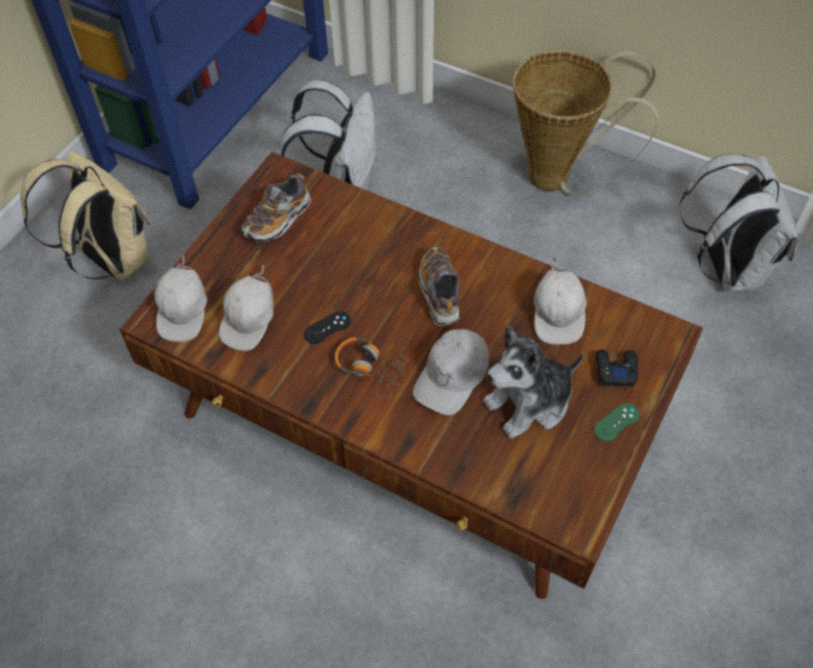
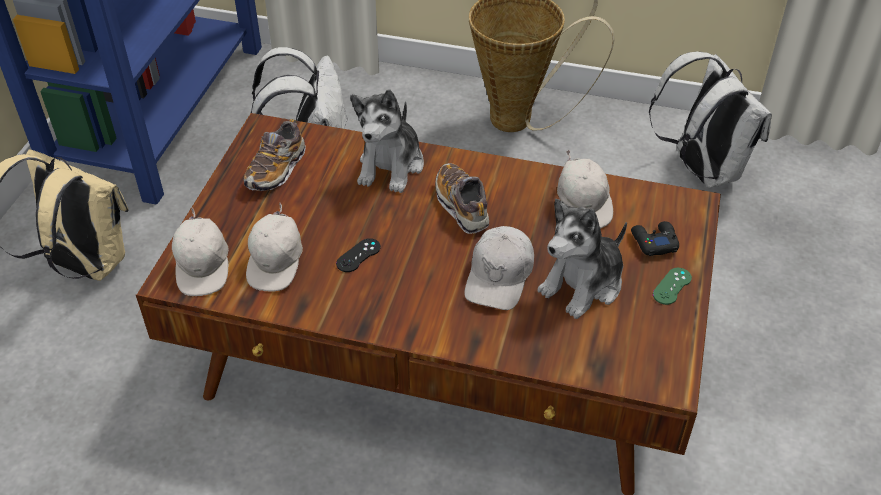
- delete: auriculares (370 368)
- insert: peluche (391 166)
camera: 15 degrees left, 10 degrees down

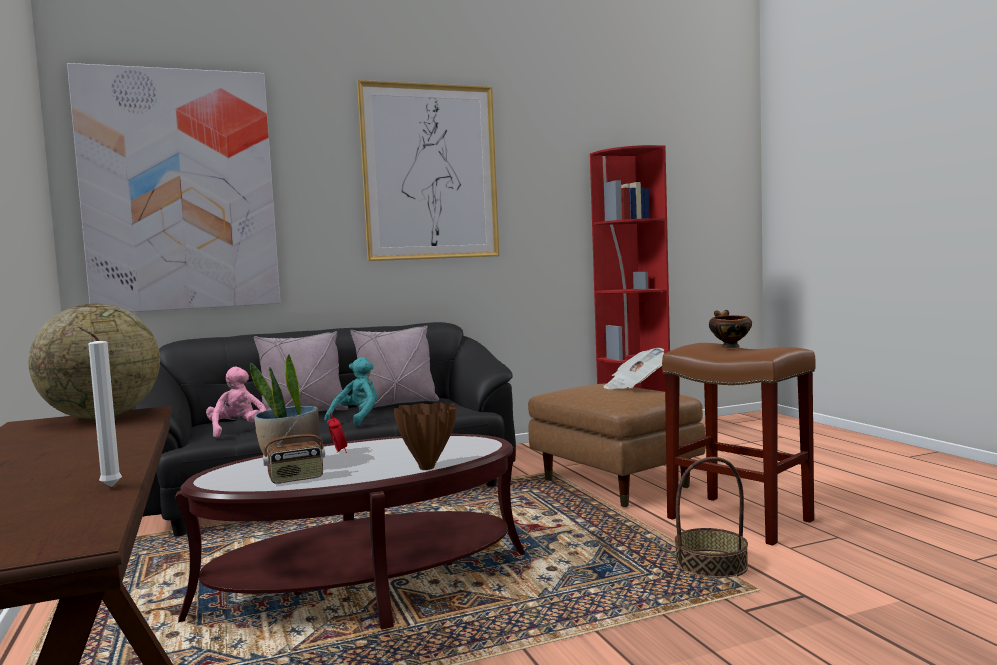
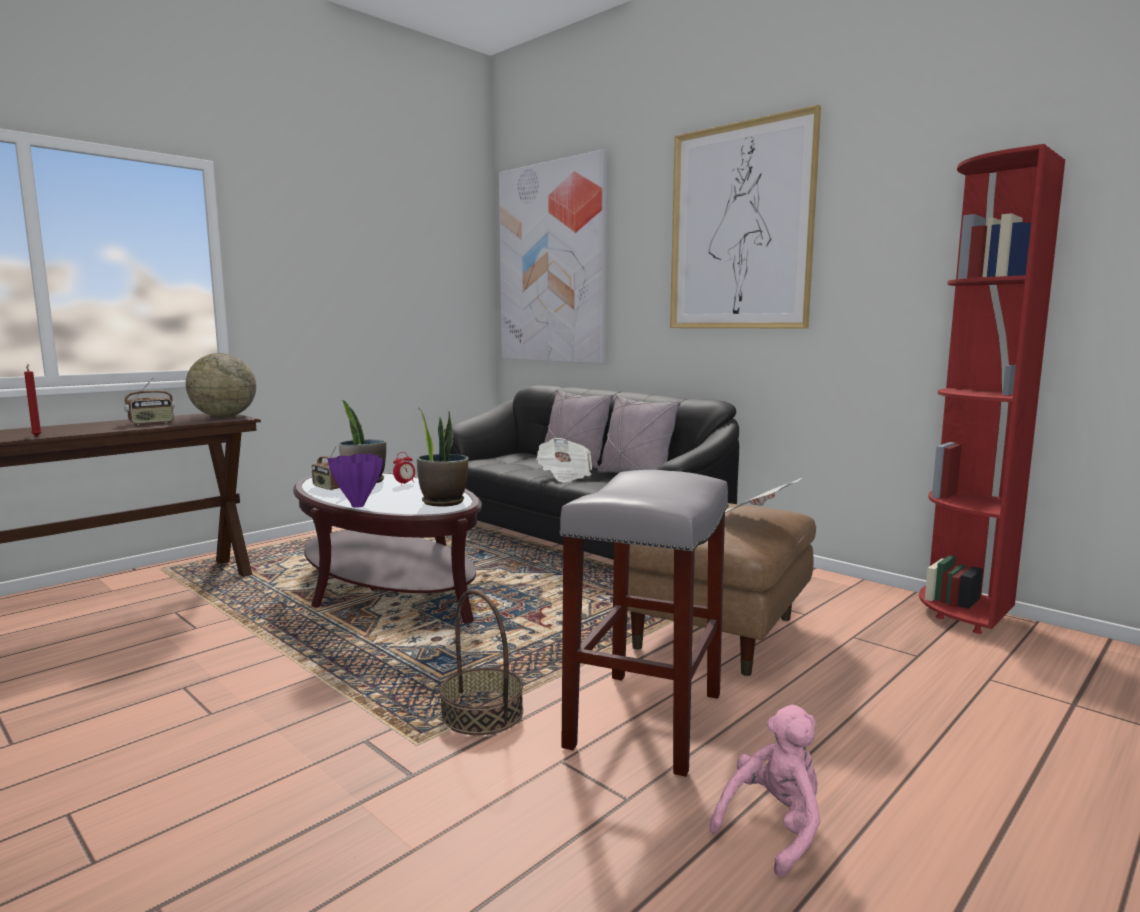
- delete: cuenco (729 346)
- insert: radio (151 423)
- insert: planta en maceta (443 502)
- move: peluche/rosa (238 431) to (774 828)
- replace: peluche/turquesa (357 419) to periódico (564 476)
- recolor: vela/blanco (107 487) to vela/rojo (37 436)
- recolor: florero/marrón (427 468) to florero/morado (357 506)
- recolor: taburete/marrón (737 519) to taburete/gris (645 718)
camera: 65 degrees right, 5 degrees up

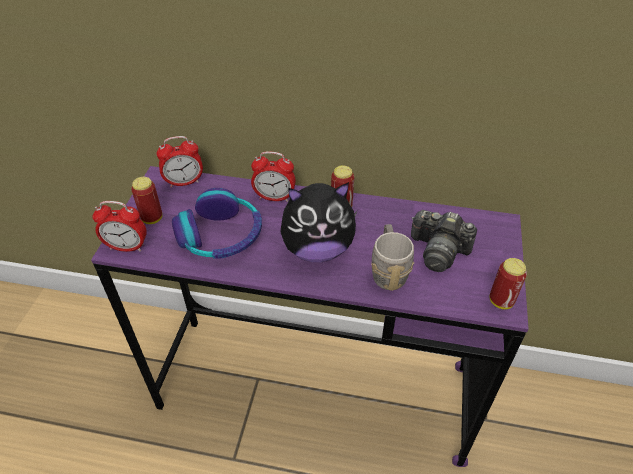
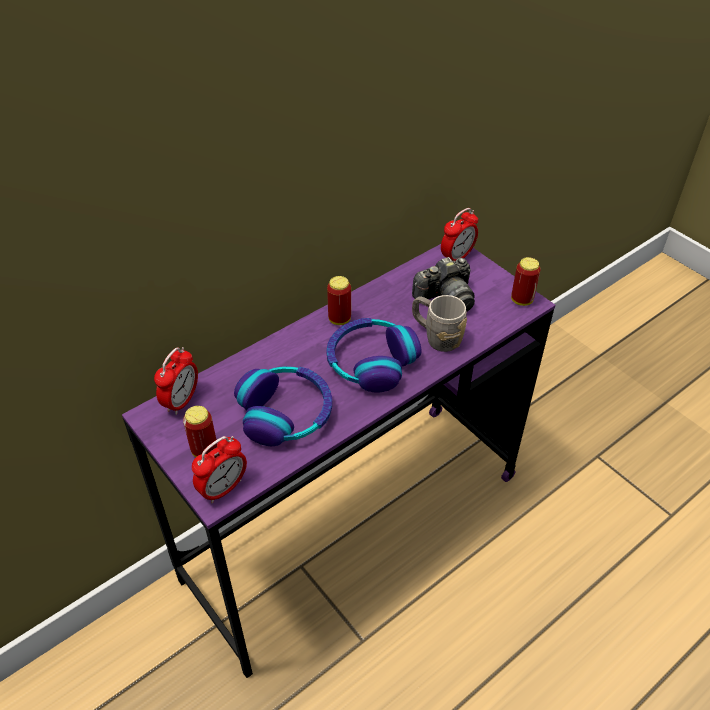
- move: despertador (274 197) to (457 257)
- replace: peluche (317 249) to auriculares (371 362)
camera: 50 degrees left, 0 degrees up

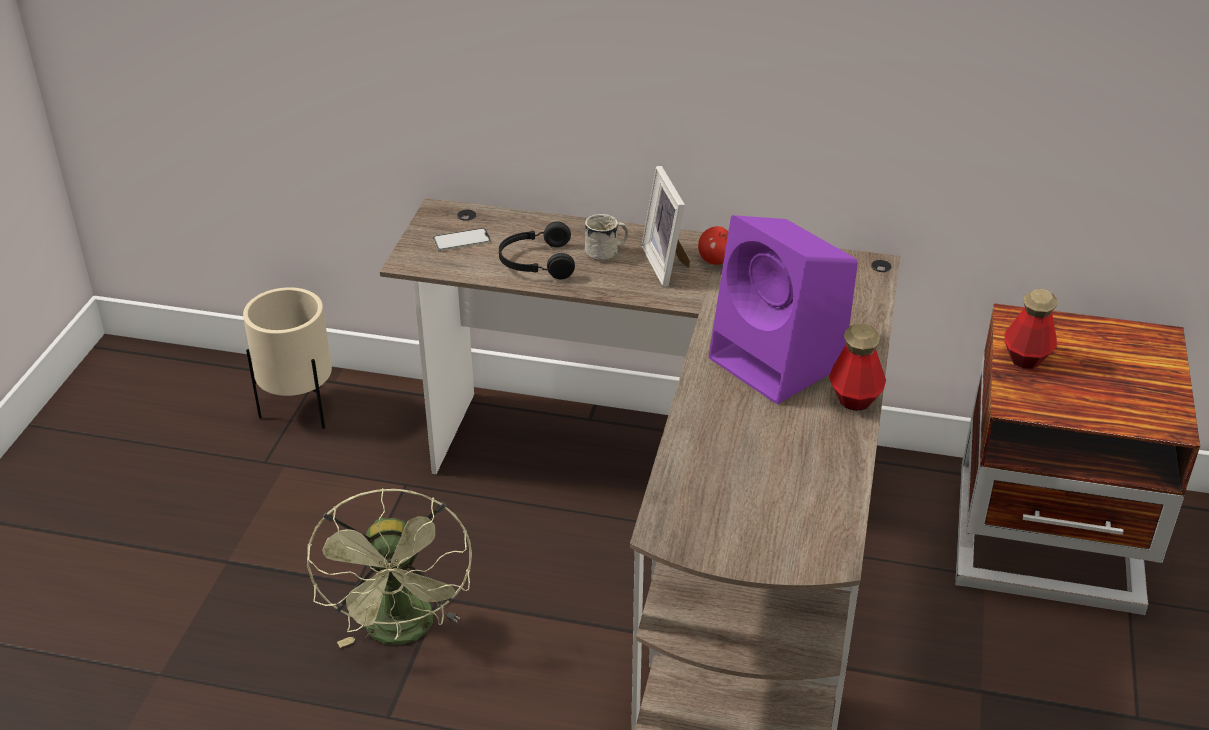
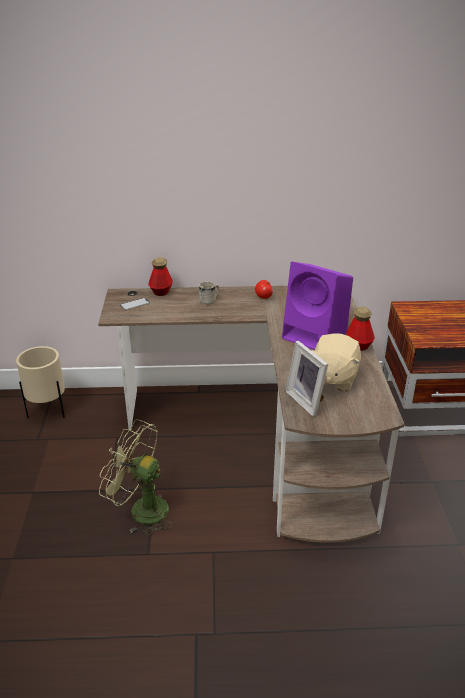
- delete: auriculares/negro (536 262)
- insert: peluche/beis (332 378)
- move: portarretratos (668 264) to (307 401)
- move: botella (1026 357) to (161 292)
- rotate: ventilador/verde (403 632) = (141 509) 135 degrees clockwise
camera: 15 degrees left, 5 degrees down

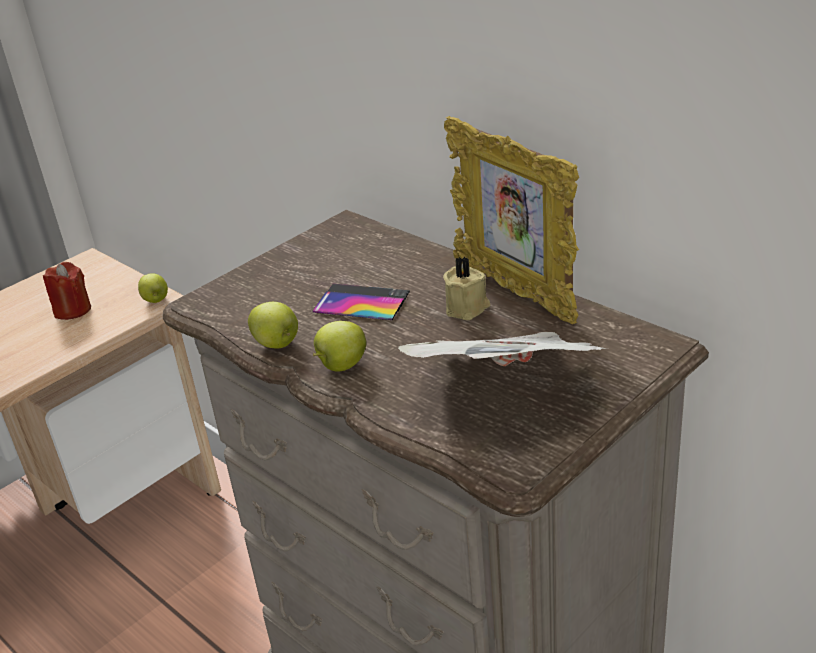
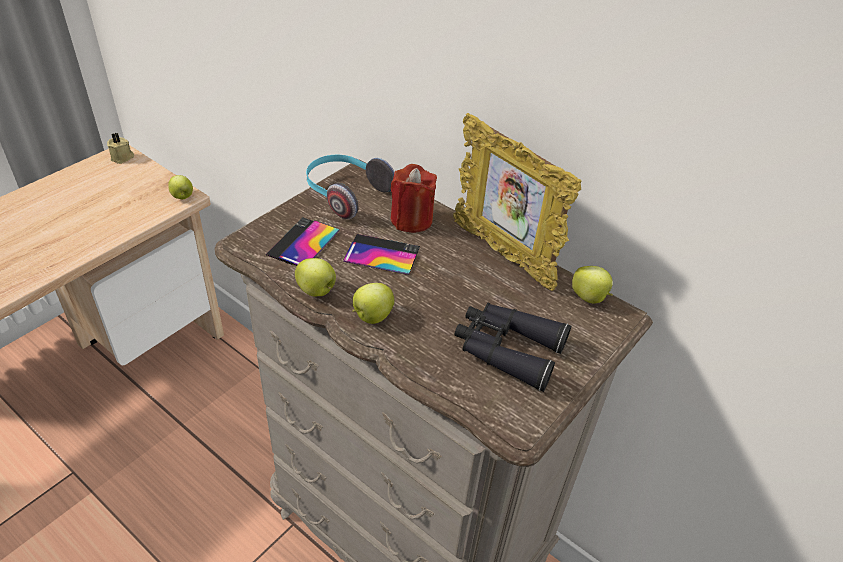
- insert: móvil (303 243)
- insert: auriculares (345 194)
- insert: manzana (589 298)
- move: vela/rojo (72 310) to (411 220)
- move: vela/beis (468 308) to (122 157)
- replace: periódico (508 390) to prismáticos/negro (507 350)
camera: 10 degrees left, 10 degrees up

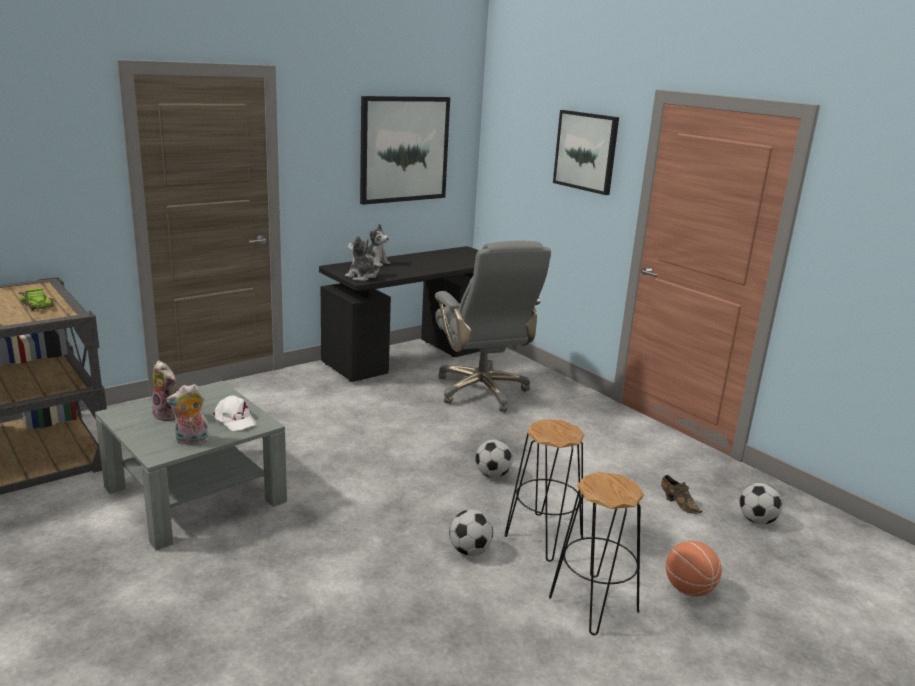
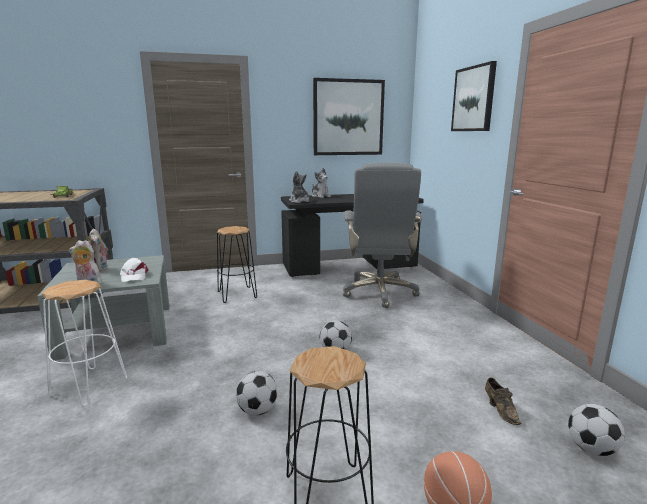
- insert: taburete/blanco (89 386)
- move: taburete/negro (544 537) to (237 295)
camera: 25 degrees right, 5 degrees down

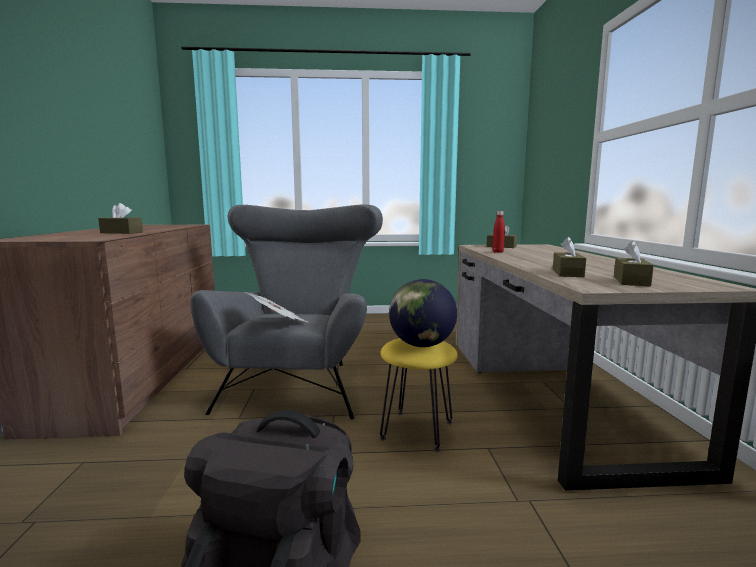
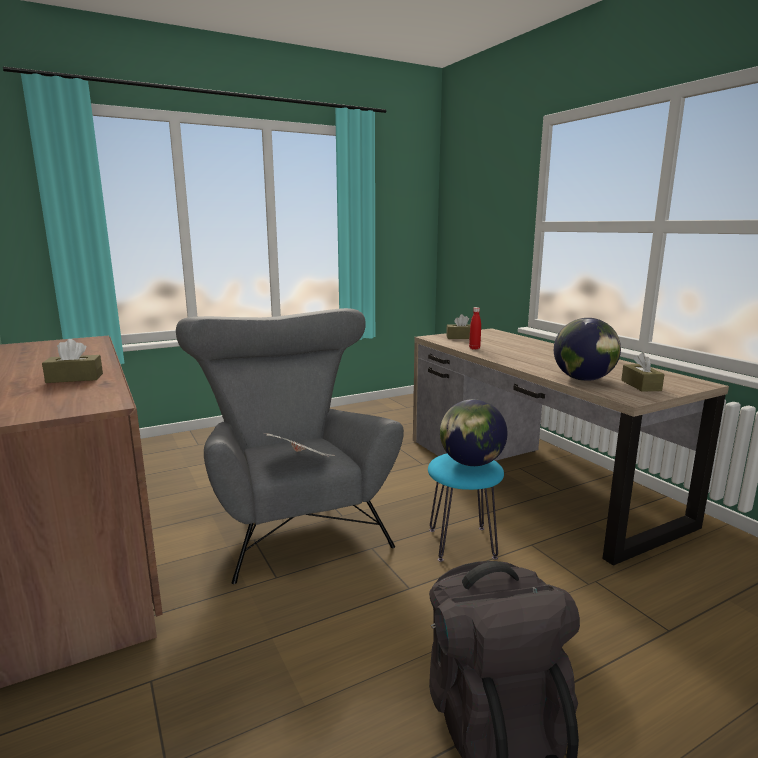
- replace: caja de pañuelos/marrón (567 273) to globo terráqueo (583 379)
- recolor: taburete/amarillo (417 430) to taburete/turquesa (461 543)
camera: 25 degrees left, 5 degrees up

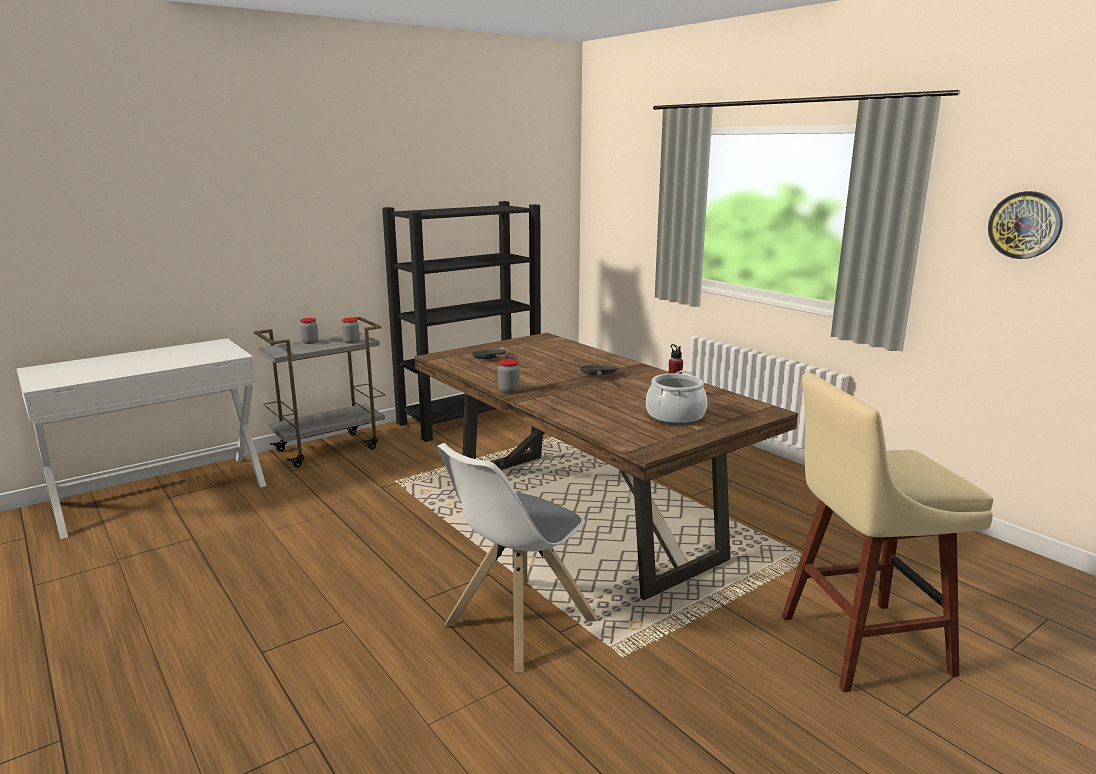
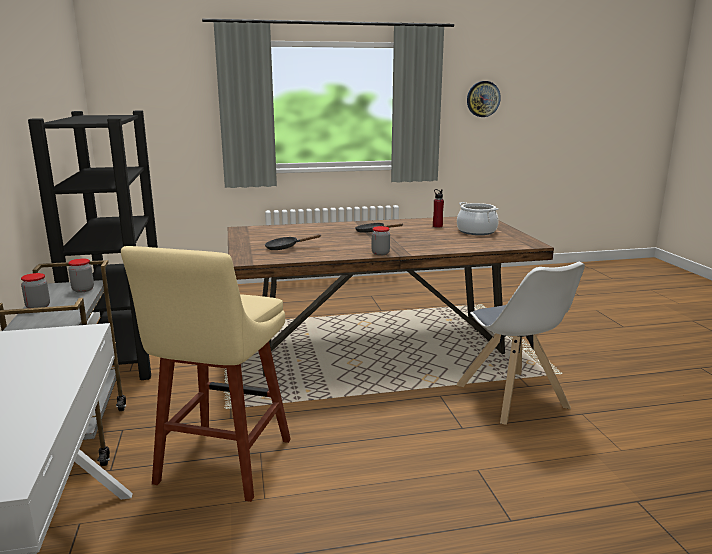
- move: taburete/beis (860 644) to (222 463)
camera: 65 degrees left, 0 degrees up

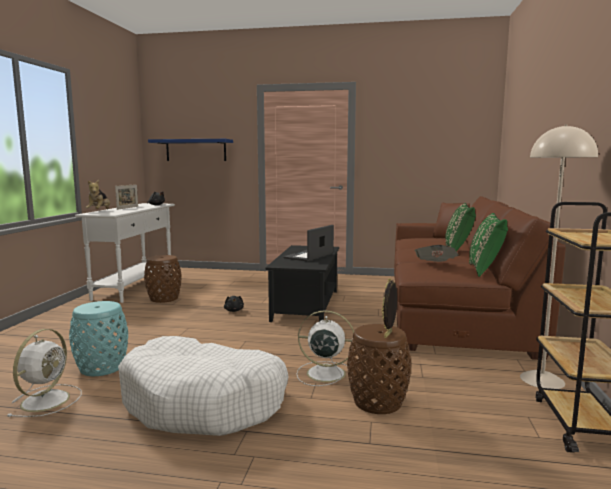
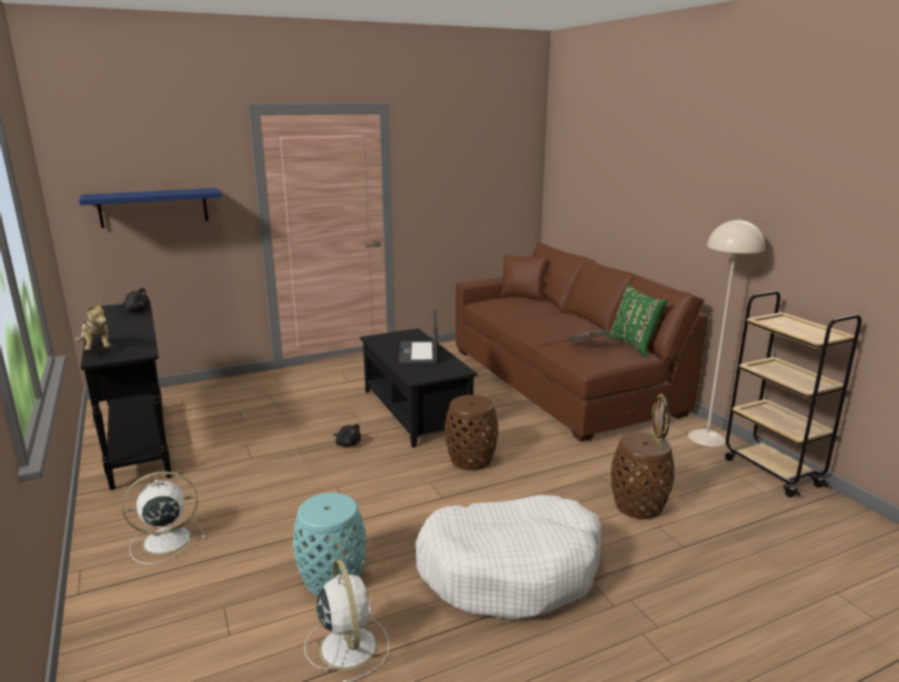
- delete: portarretratos (127 208)
- delete: cojín/verde (458 250)
- move: taburete/marrón (164 298) to (470 460)
- move: ventilador/blanco (324 373) to (164 541)
- recolor: mesa consola/blanco (135 287) to mesa consola/negro (140 445)
camera: 35 degrees left, 10 degrees up

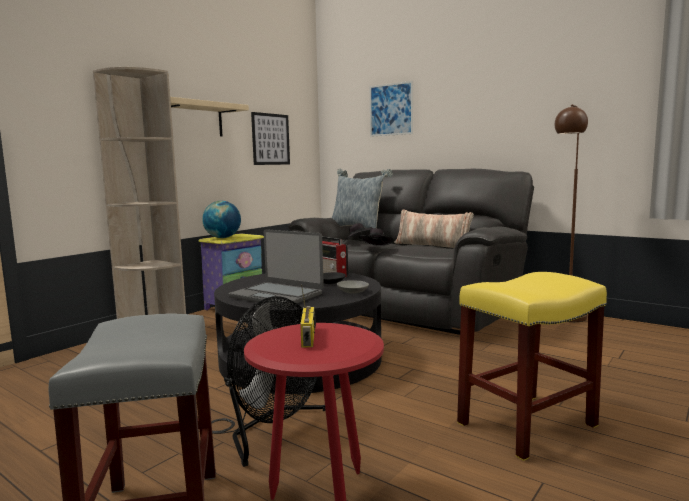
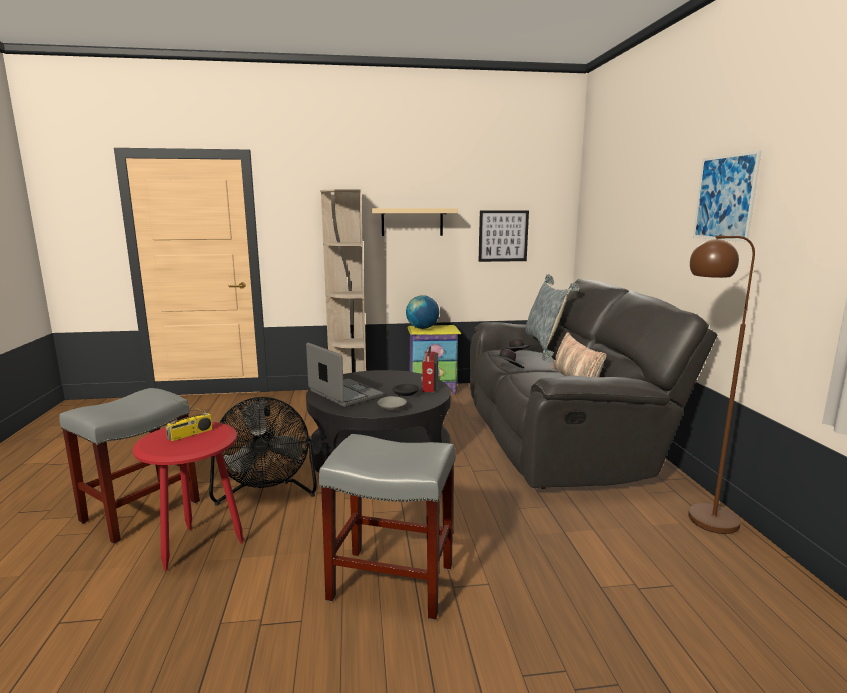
- move: cuadro (391 109) to (725 197)
- recolor: taburete/amarillo (526 425) to taburete/gris (390 583)
- rotate: portátil (277 295) = (344 394) 150 degrees clockwise
camera: 45 degrees right, 5 degrees up

